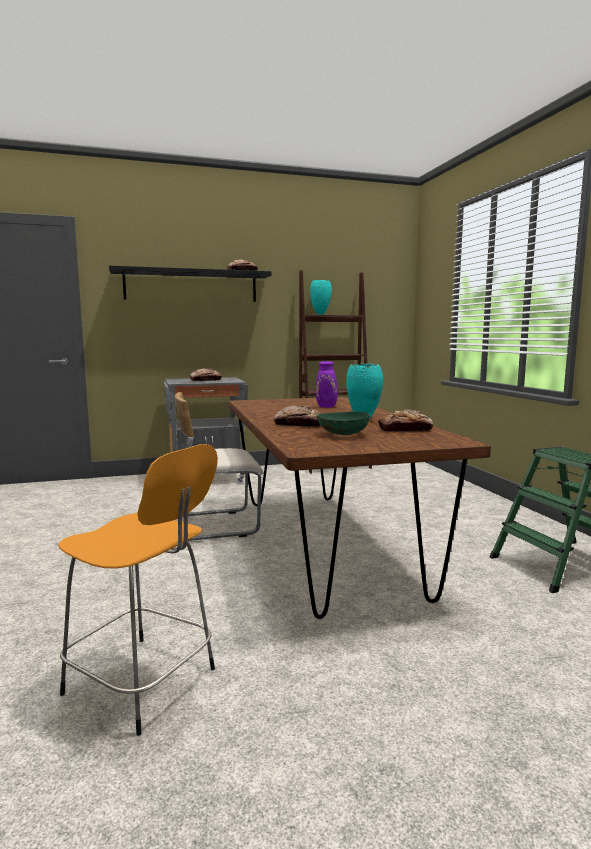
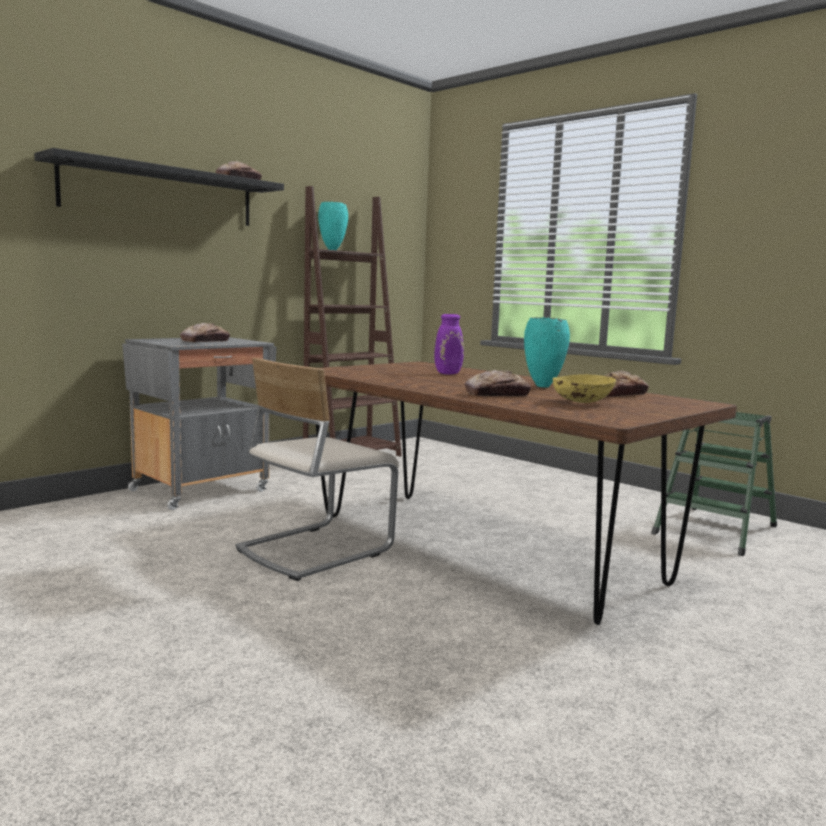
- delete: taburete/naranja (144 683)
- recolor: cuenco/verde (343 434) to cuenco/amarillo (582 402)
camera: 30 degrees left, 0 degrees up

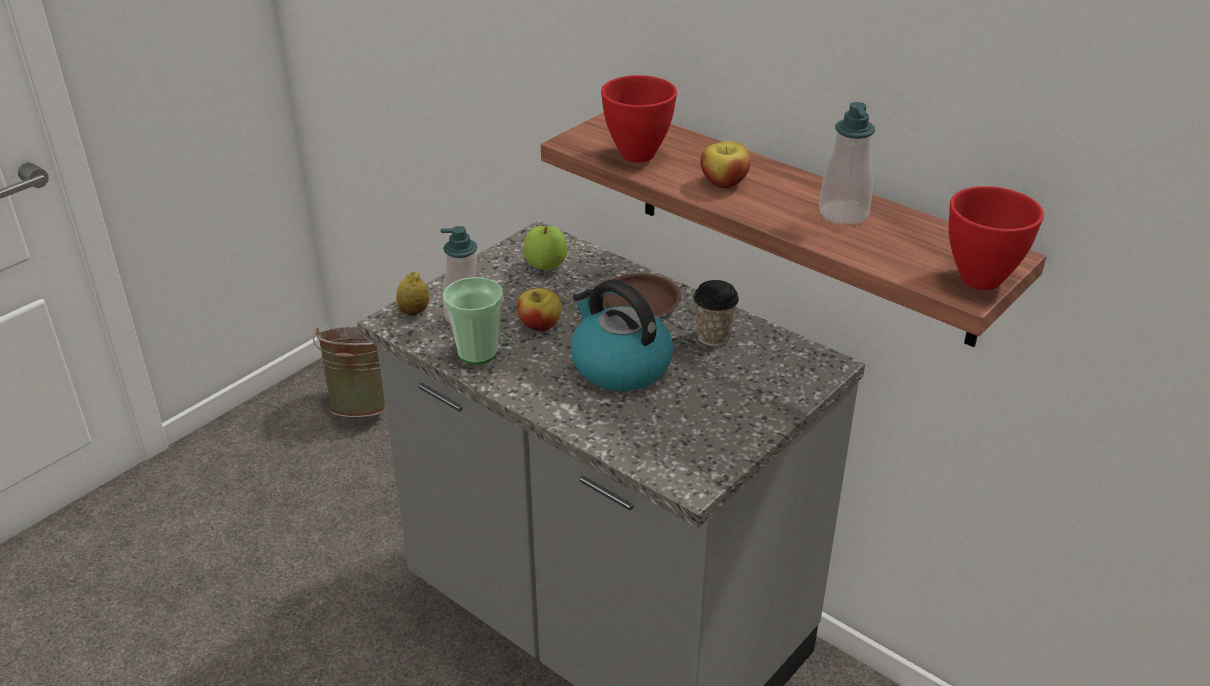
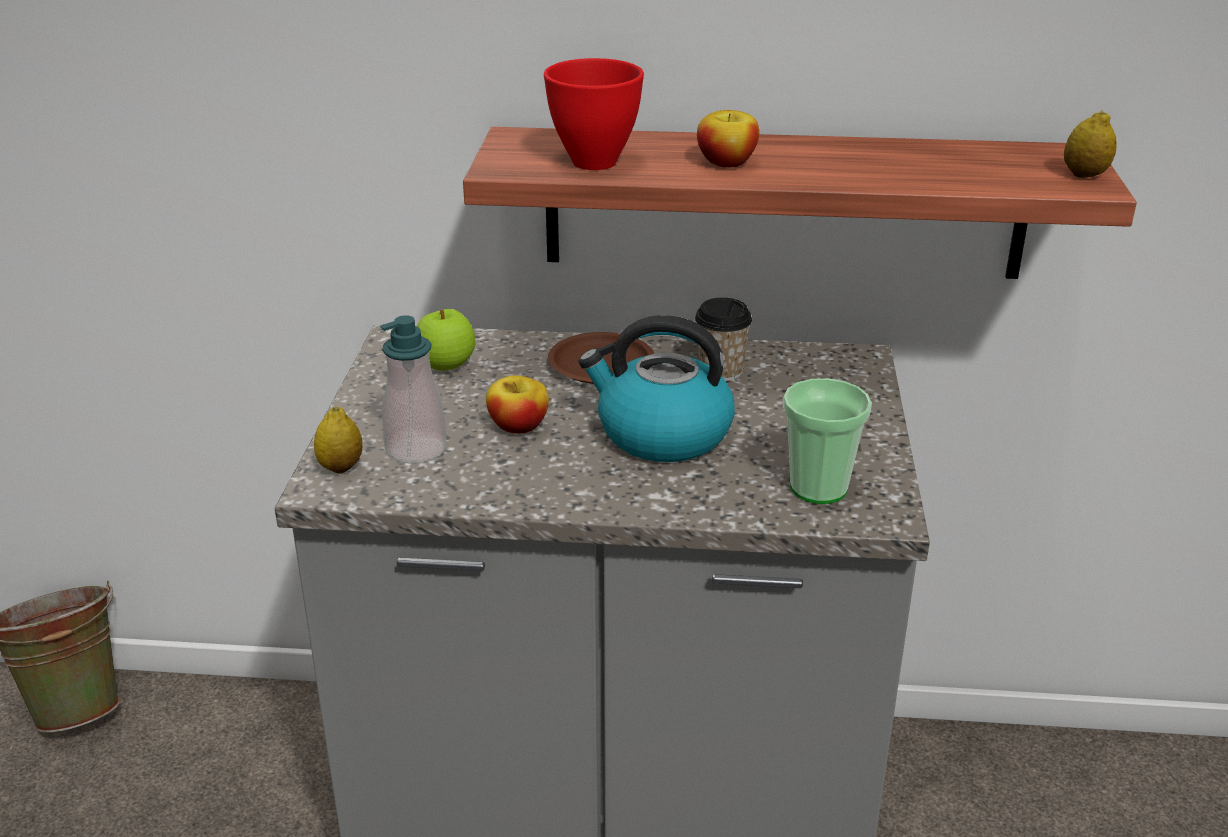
- delete: dispensador de jabón (843 214)
- move: taza (477 352) to (818 488)
- replace: cuenco/rojo (979 280) to limón (1085 175)
camera: 35 degrees left, 5 degrees down

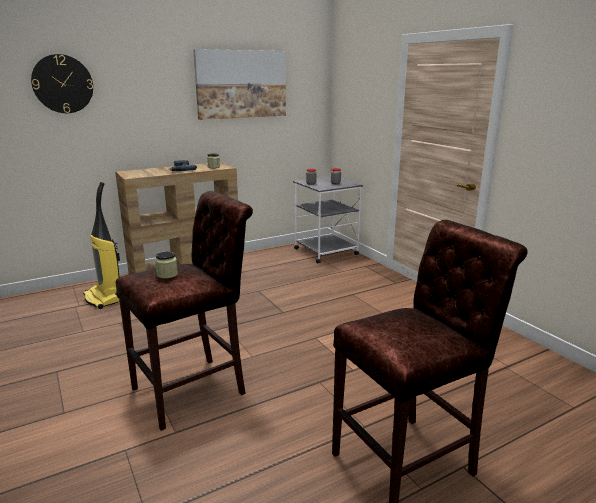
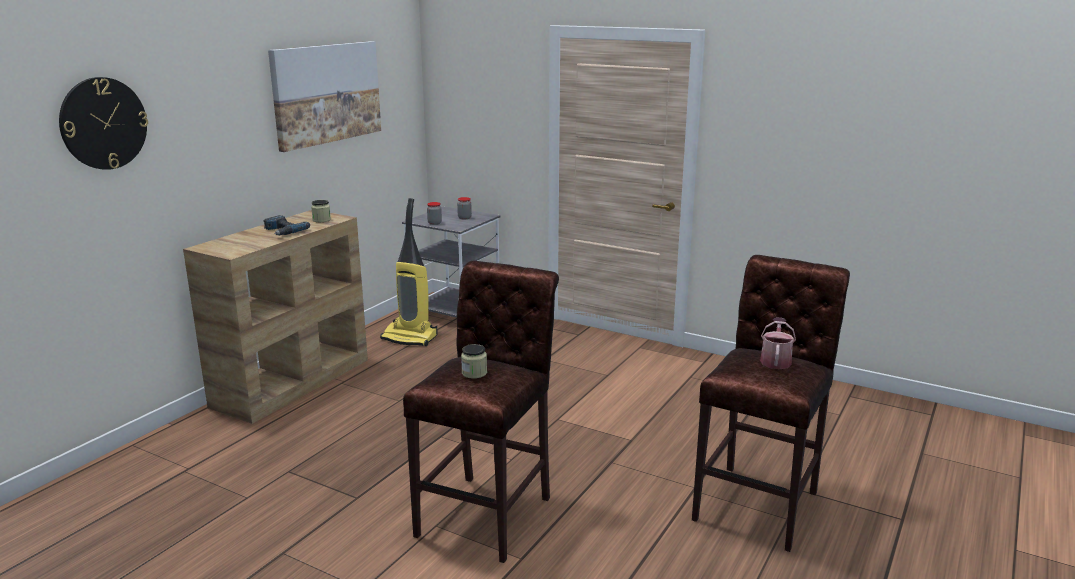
- insert: regadera (775 360)
- move: aspiradora (104 298) to (410 338)
camera: 30 degrees left, 0 degrees up

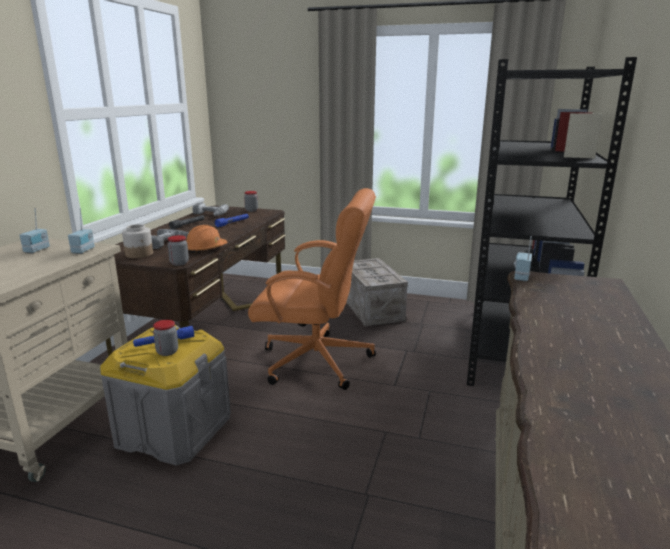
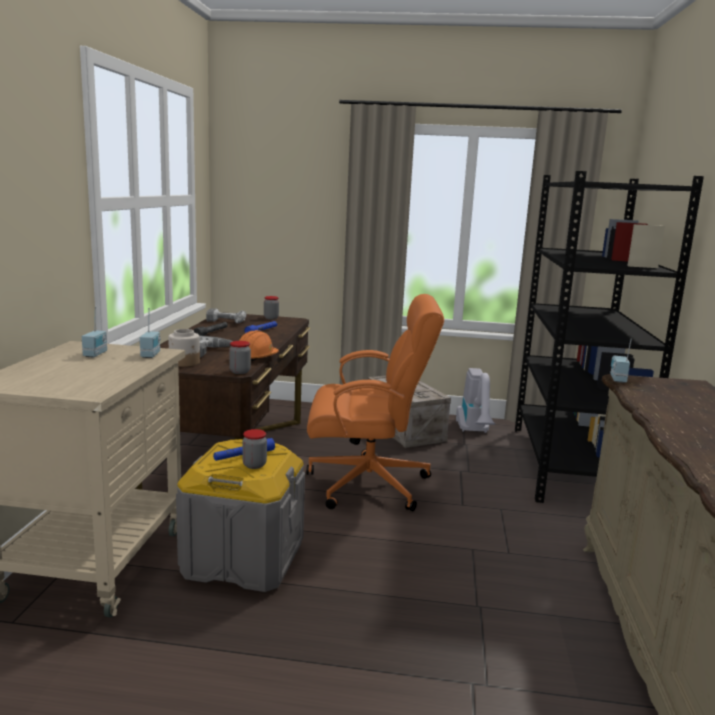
- insert: aspiradora (474 432)
camera: 10 degrees left, 5 degrees down

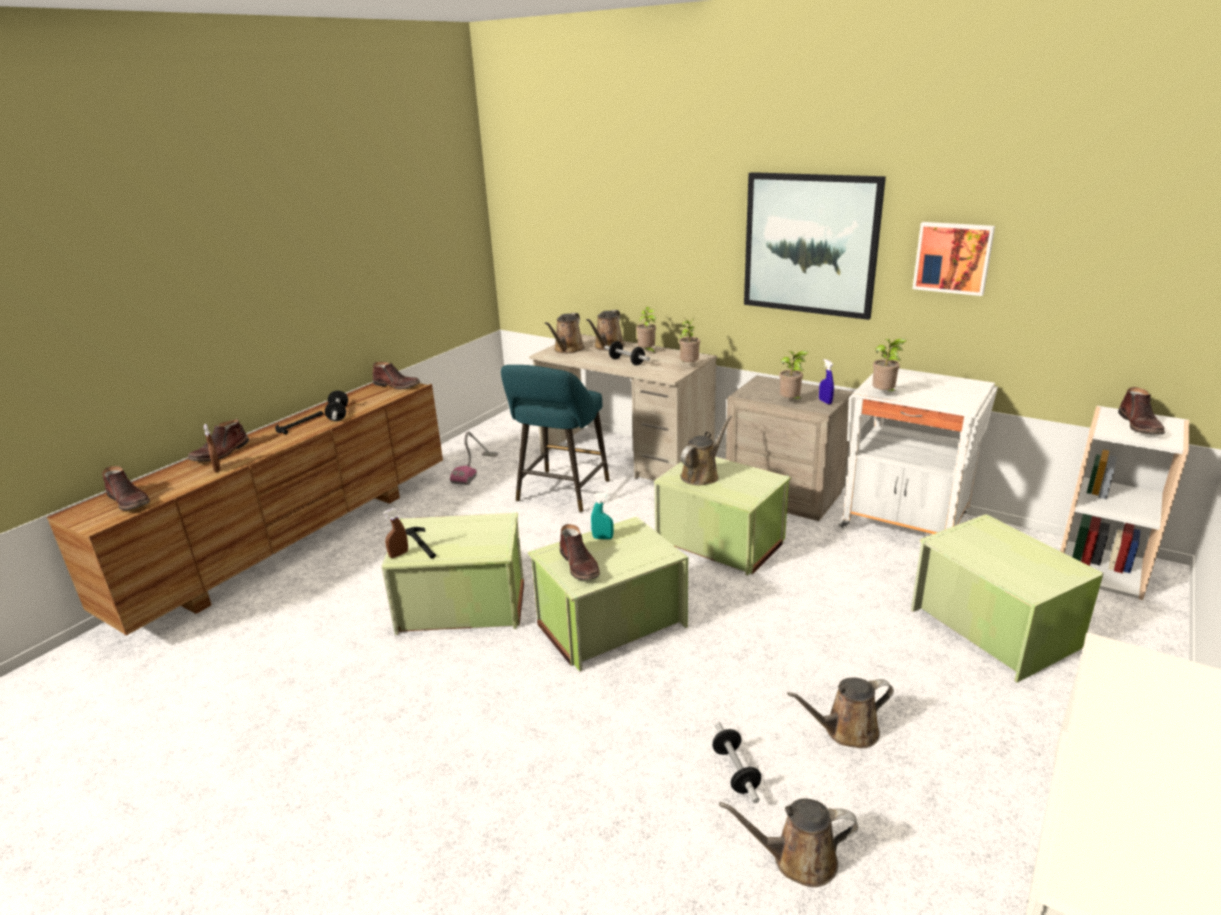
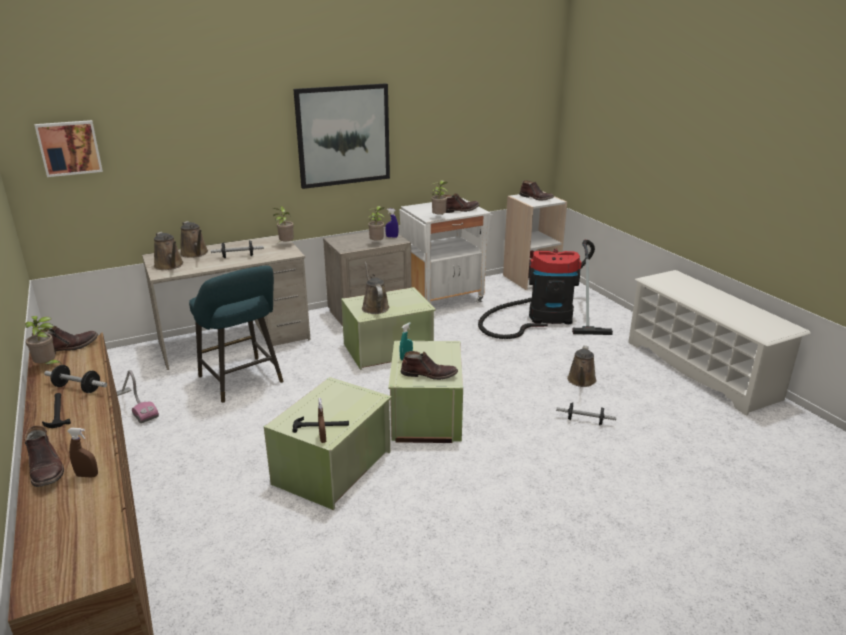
- delete: regadera/marrón (798 859)
- move: bota/marrón (130 501) to (459 210)
- move: planta en maceta (647 352) to (48 366)
- move: cuadro (953 257) to (69 148)
- replace: caja de almacenaje/verde (993 627) to aspiradora (545 317)
camera: 60 degrees left, 0 degrees up

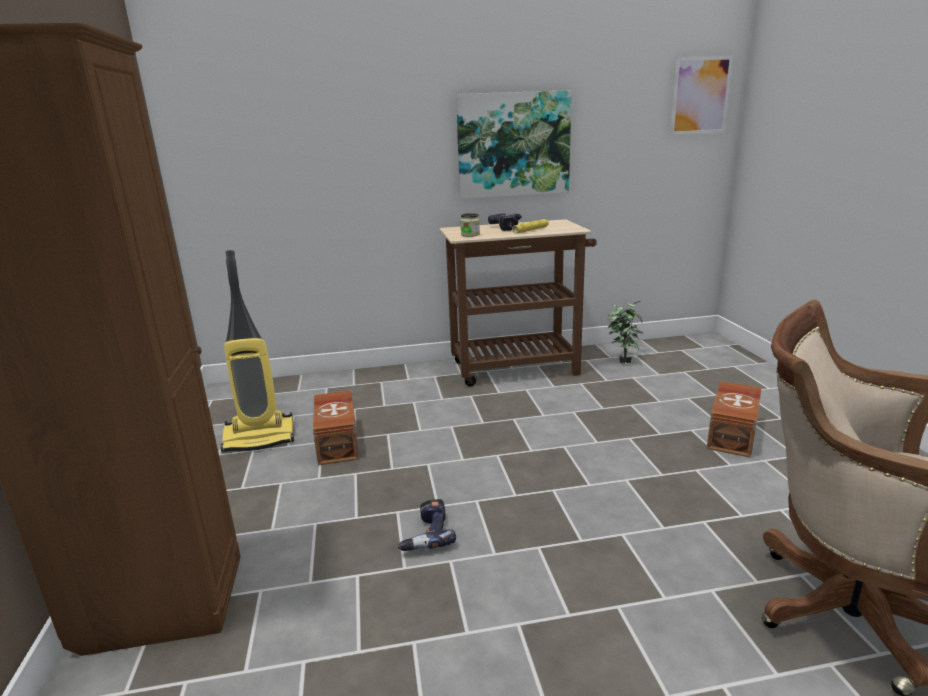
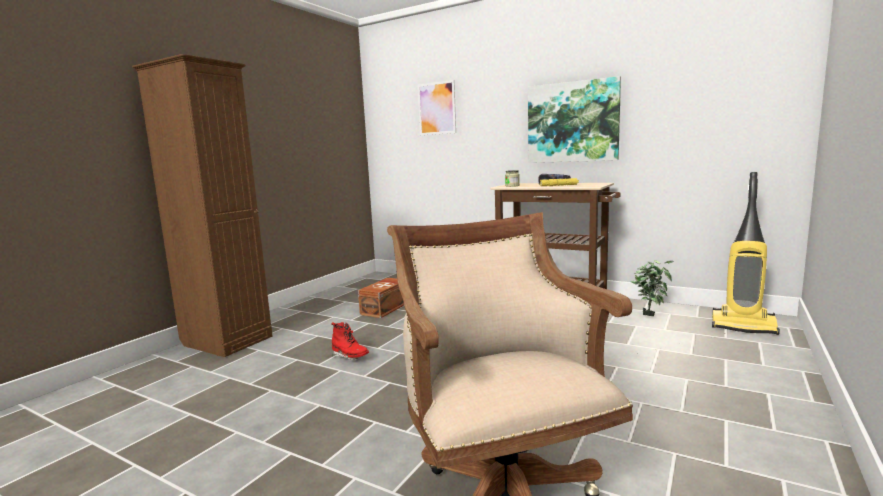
- delete: caja de almacenaje/marrón (733 434)
- move: aspiradora (260 438) to (744 326)
- move: cuadro (700 96) to (437 108)
- replace: taladro (426 535) to bota/rojo (350 357)
camera: 40 degrees right, 10 degrees down

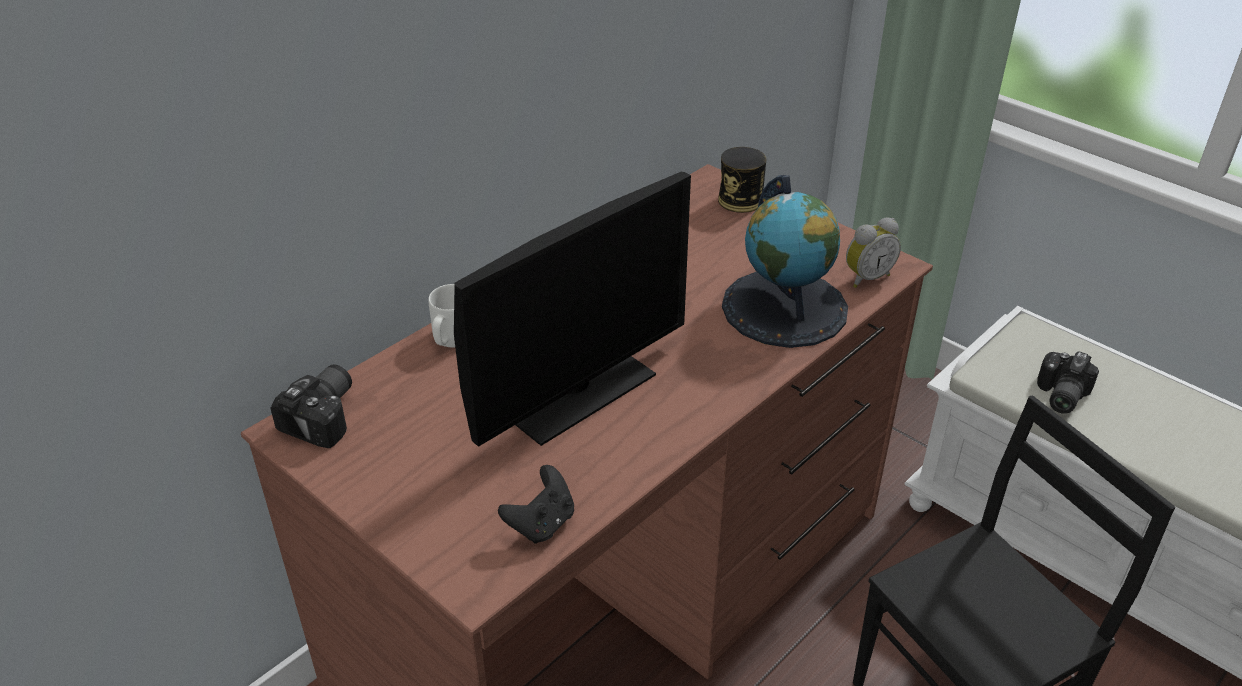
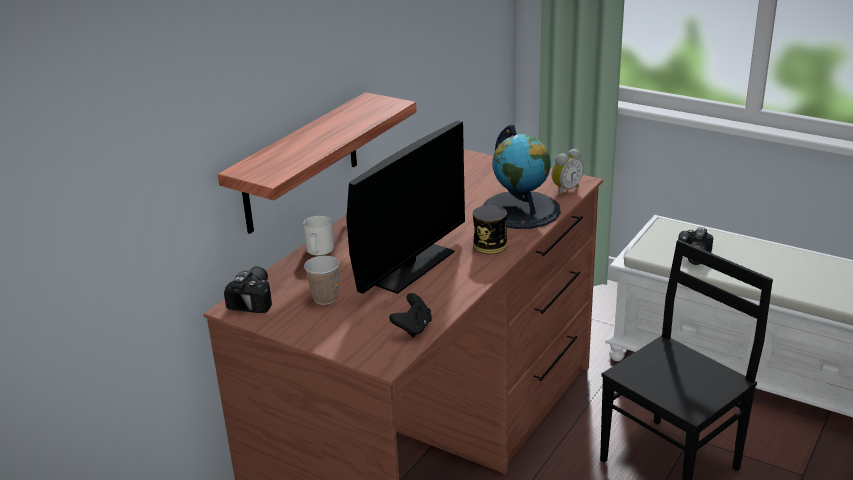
- insert: estante (301 163)
- insert: taza (325 298)
- move: lata (740 200) to (490 245)
camera: 10 degrees left, 10 degrees down

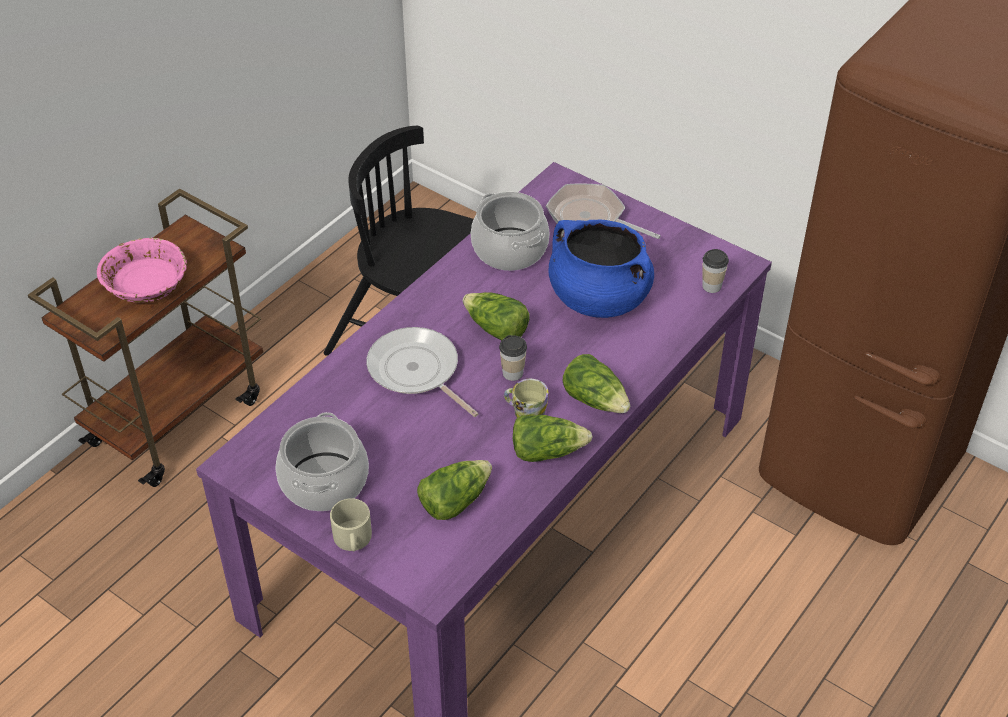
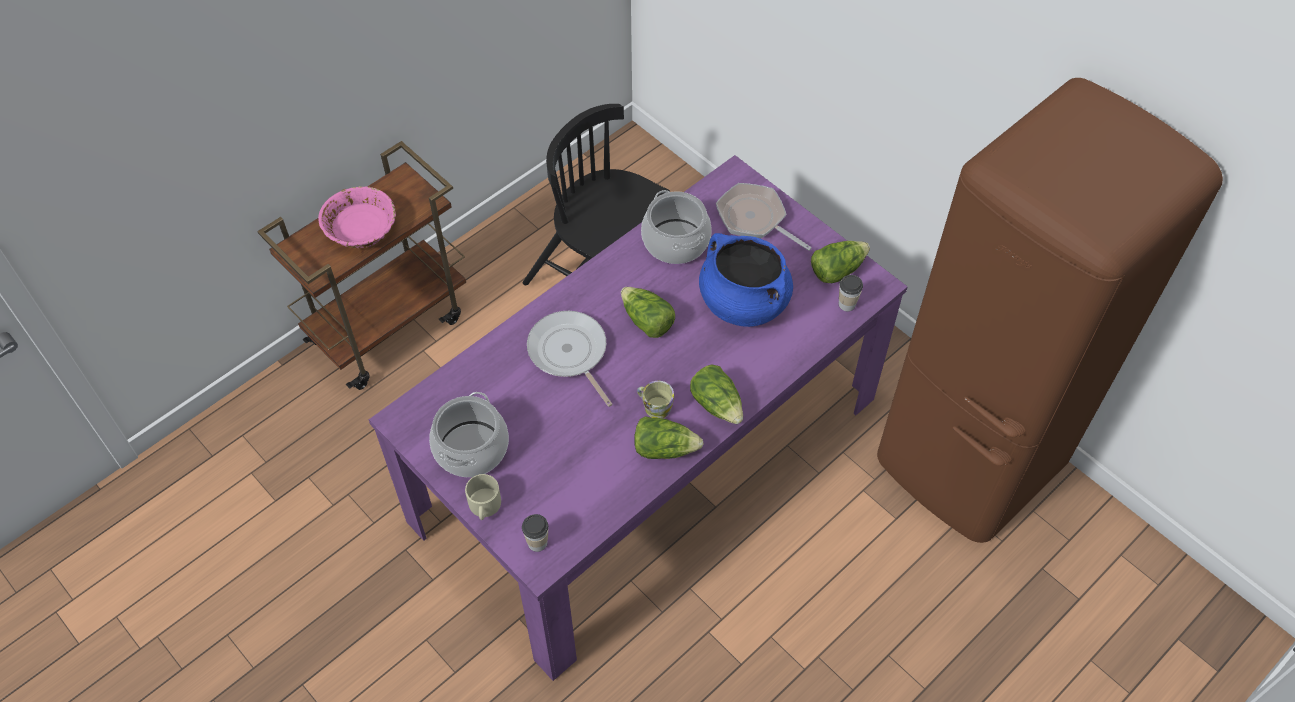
- move: lechuga (454 500) to (837 269)
- move: taza (512 373) to (537 542)
camera: 10 degrees right, 10 degrees up

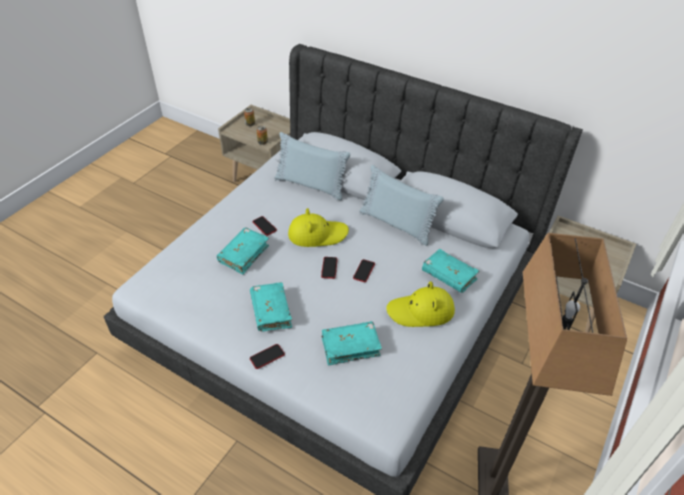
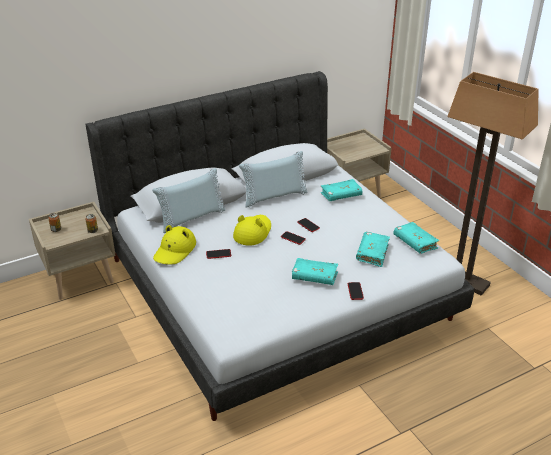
- move: libro/turquesa (244 254) to (415 243)
- move: sombrero/amarillo (421 311) to (175 250)
camera: 60 degrees left, 10 degrees down

